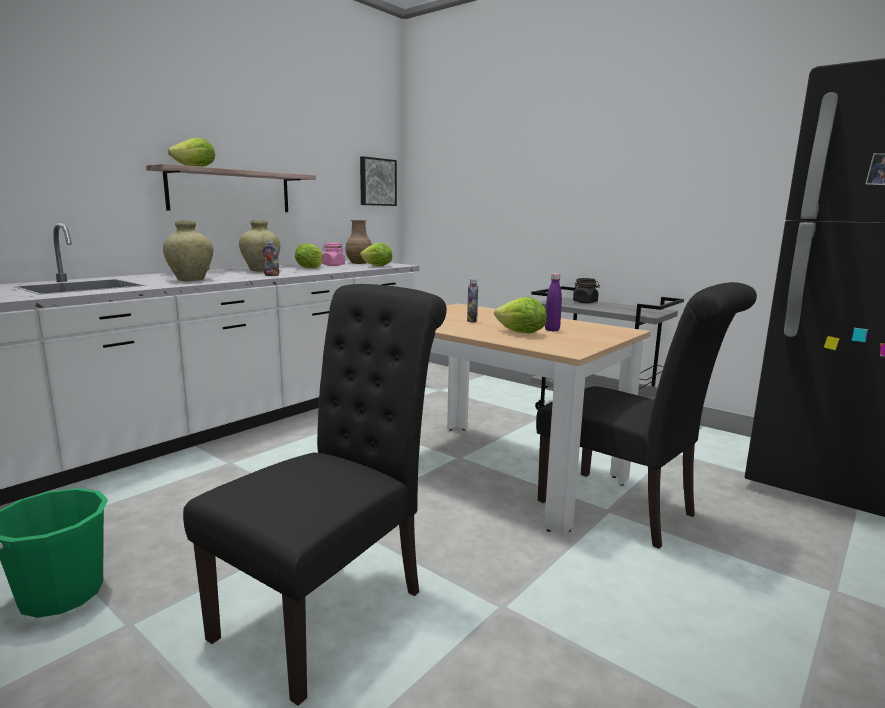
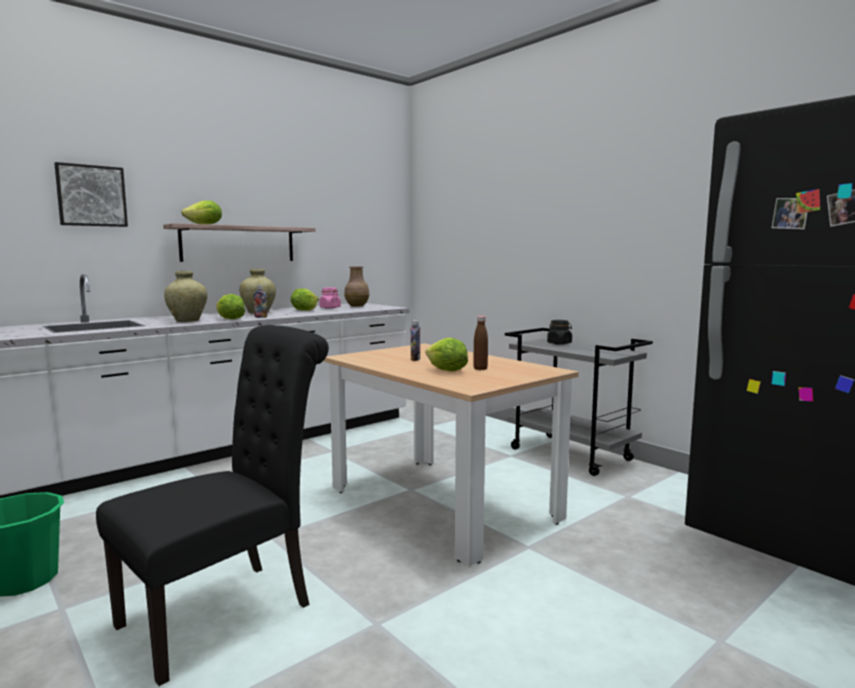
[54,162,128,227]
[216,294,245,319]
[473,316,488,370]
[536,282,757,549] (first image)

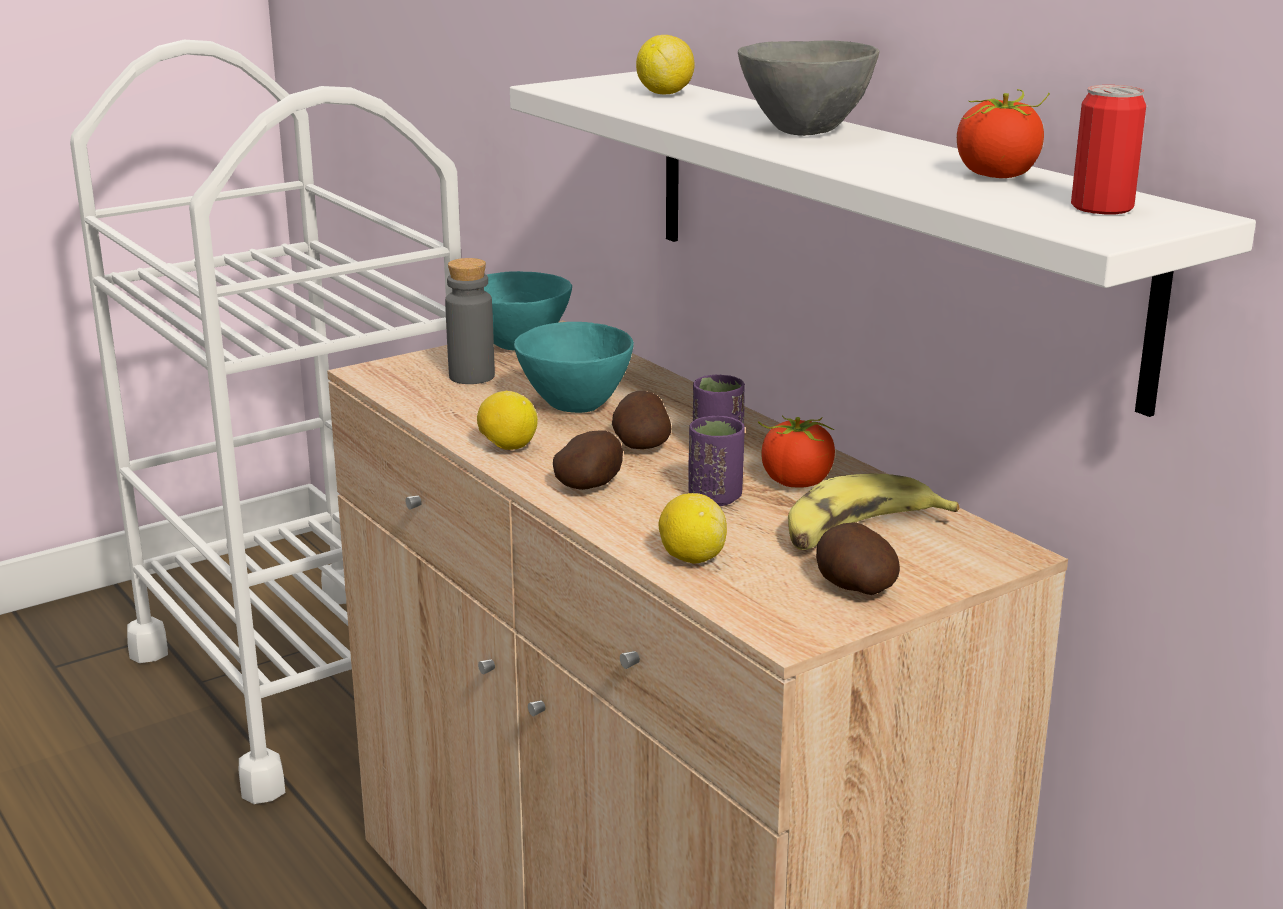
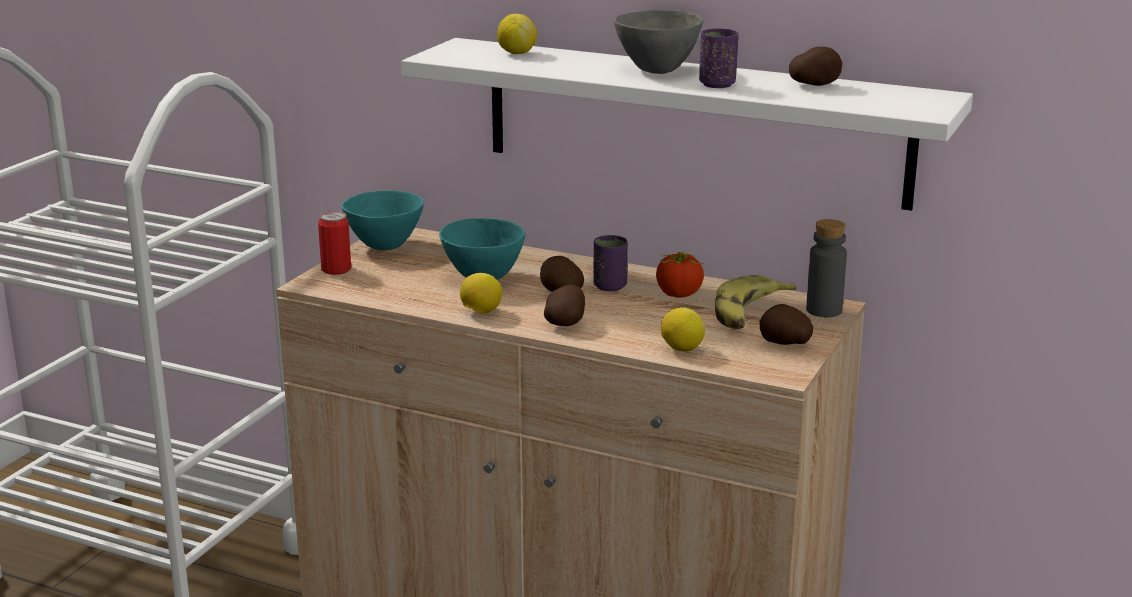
[318,211,351,275]
[699,28,739,88]
[789,47,842,86]
[806,219,847,317]

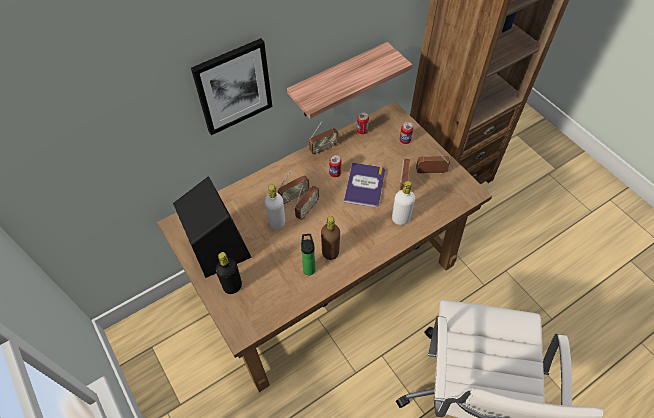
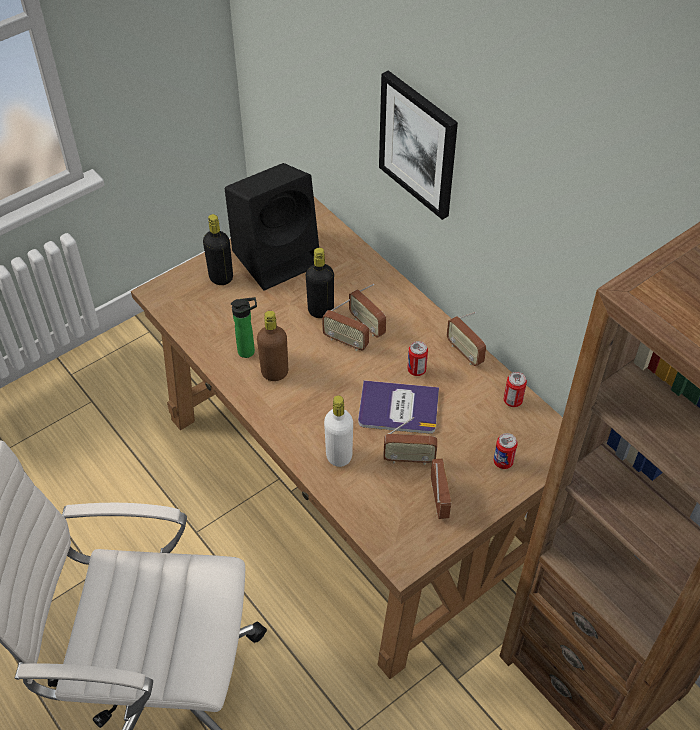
[306,248,334,318]
[287,42,412,119] (first image)

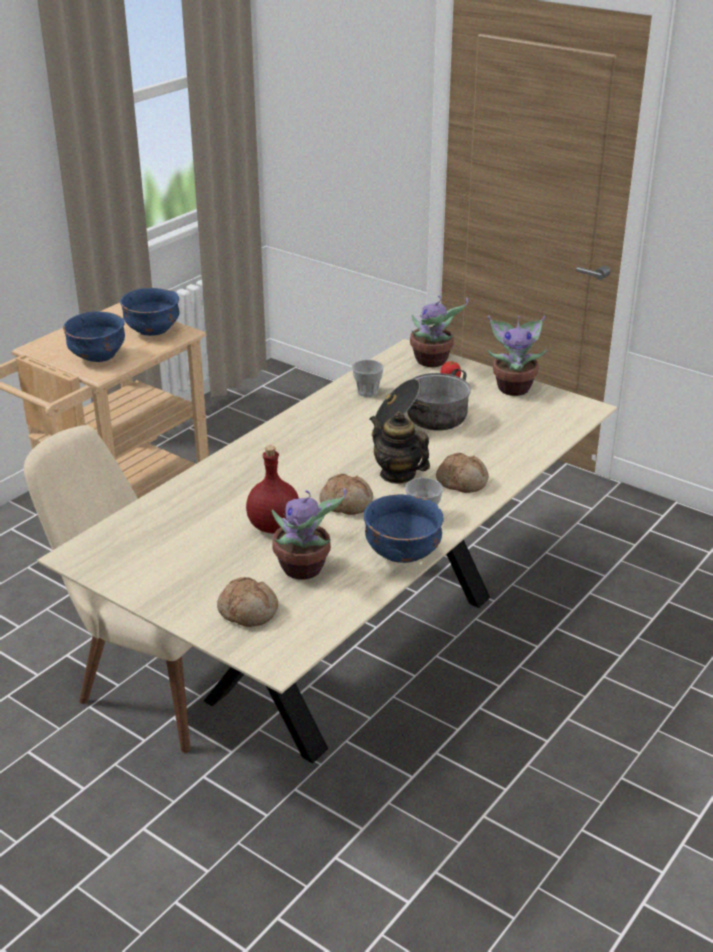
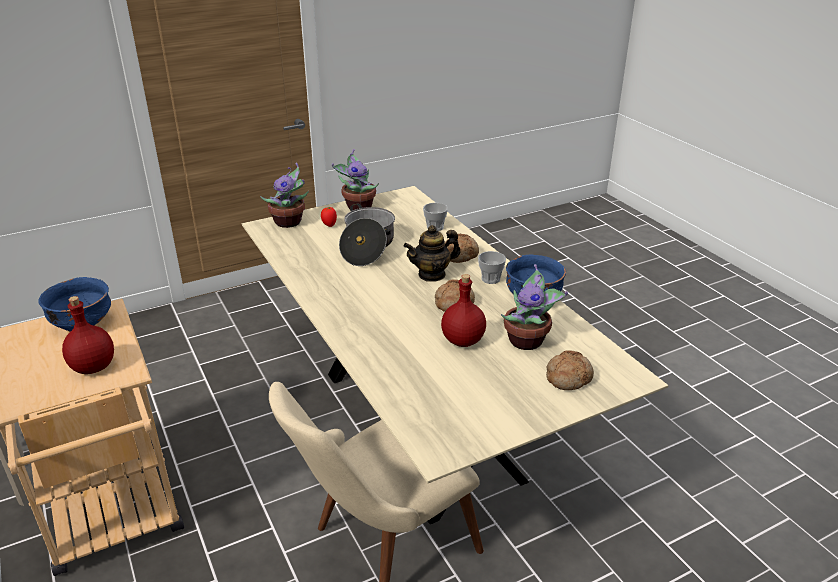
[62,296,114,374]
[423,203,448,231]

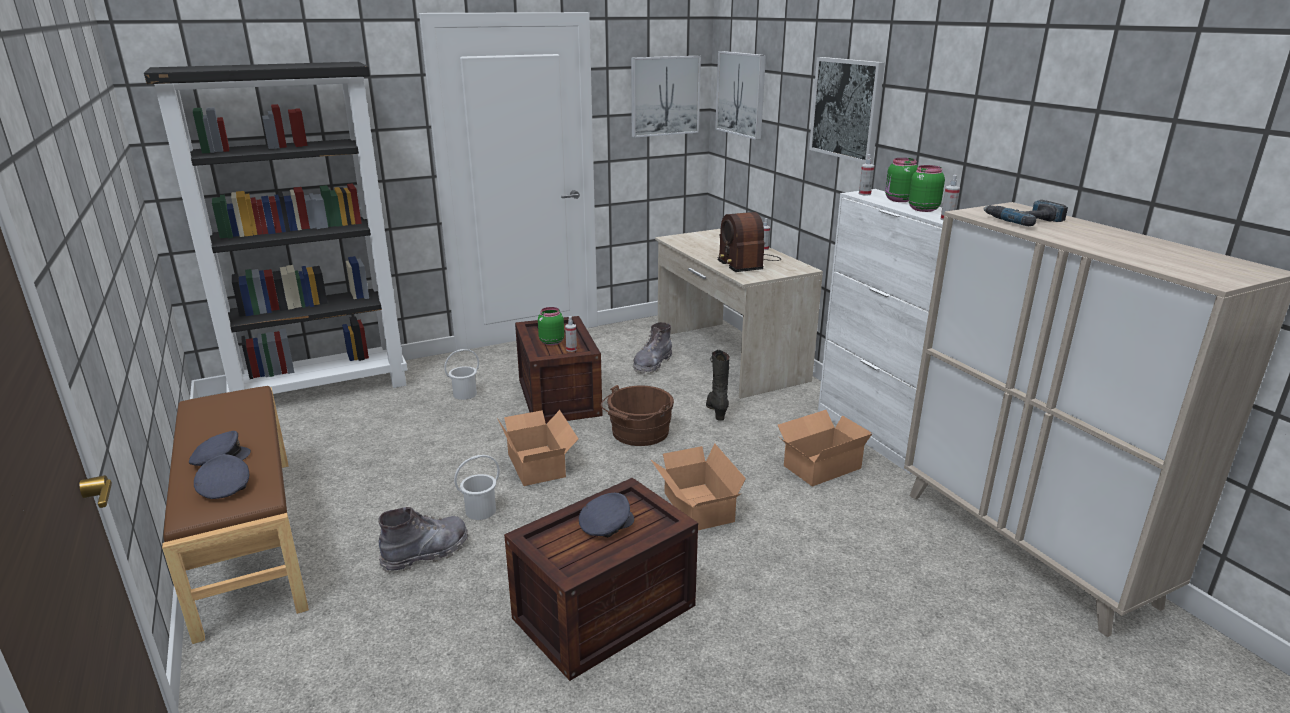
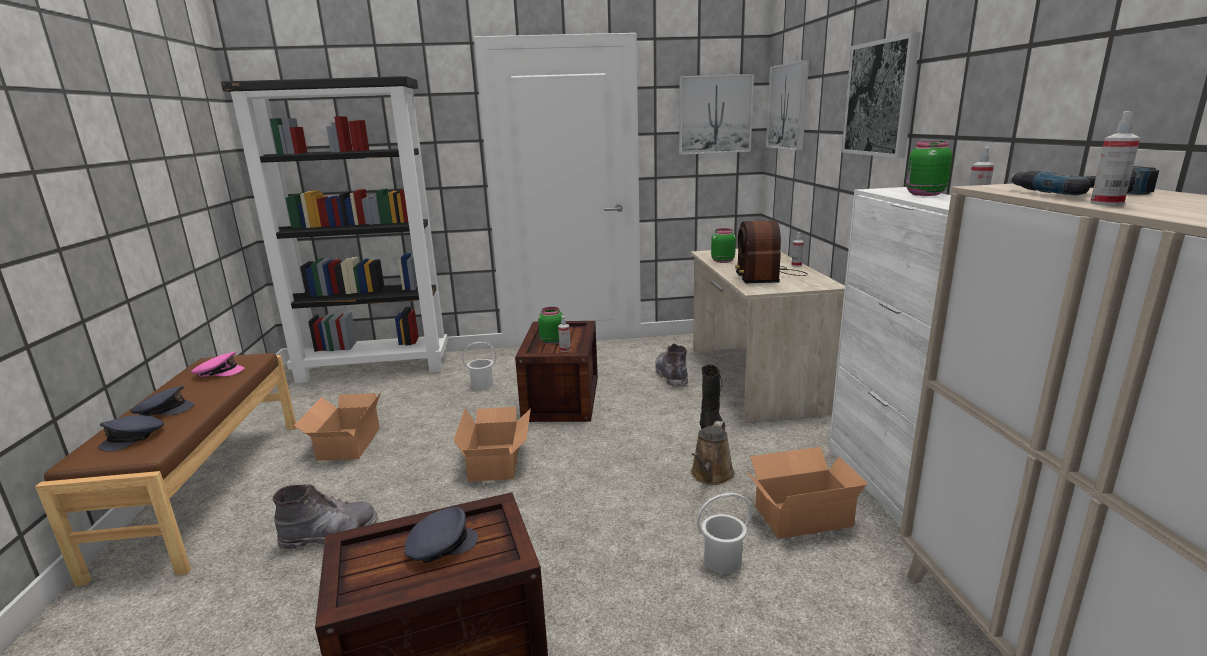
[98,415,164,452]
[191,352,245,377]
[294,392,381,461]
[655,343,688,388]
[691,421,735,485]
[697,493,752,574]
[711,228,736,263]
[1090,111,1140,206]
[601,385,674,446] (first image)

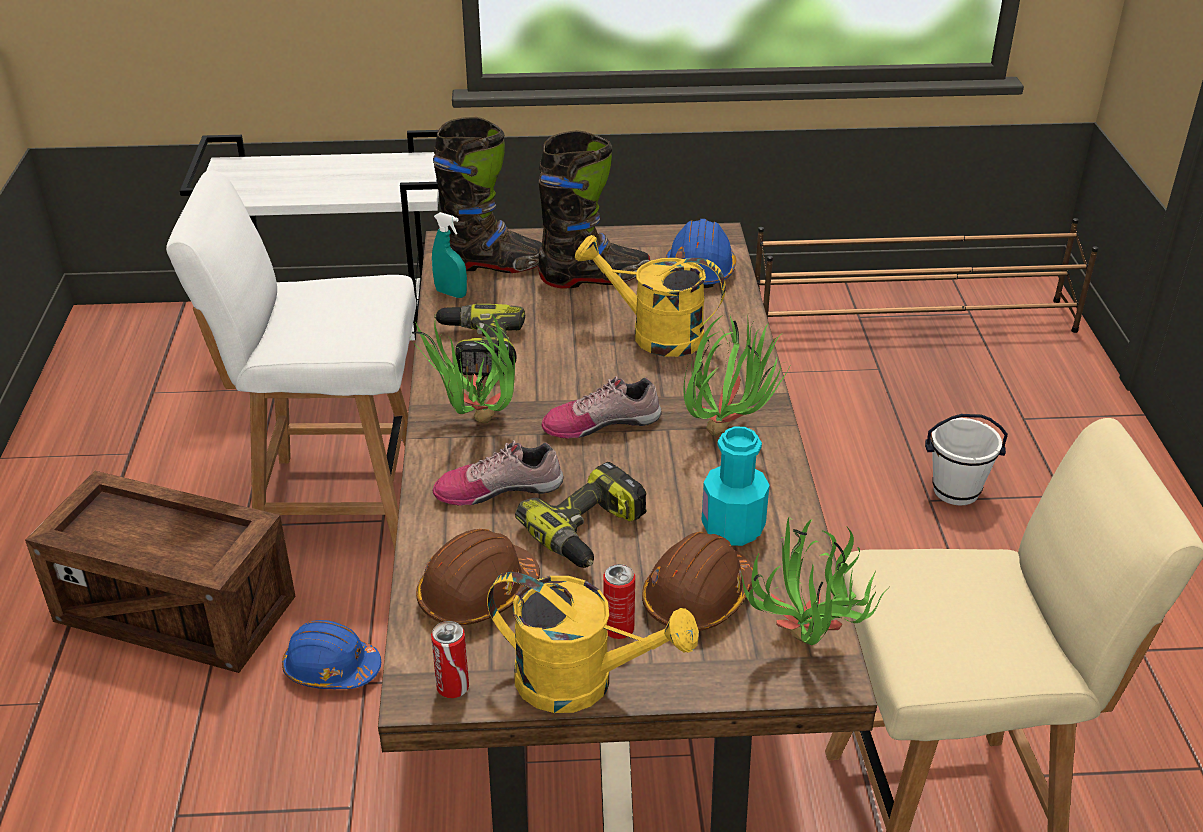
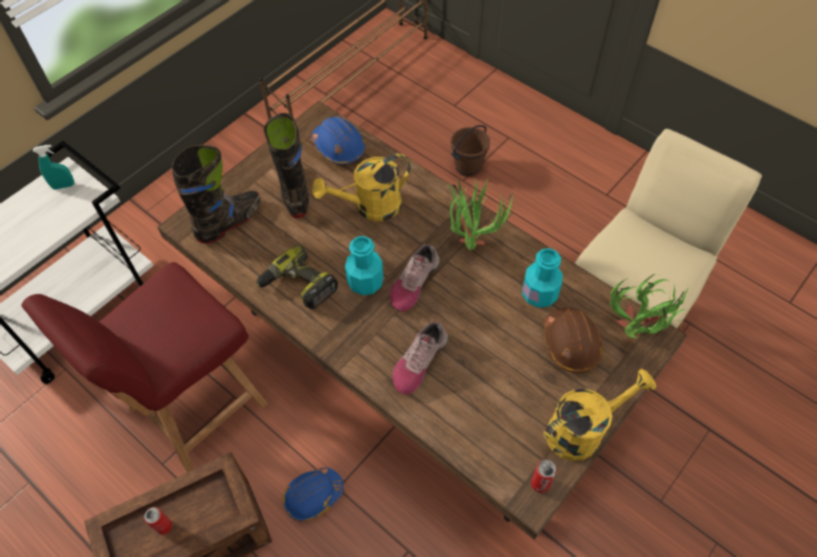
[21,262,268,472]
[33,145,74,190]
[144,507,172,535]
[263,113,309,219]
[345,236,383,295]
[451,125,490,177]
[412,314,515,423] (first image)
[416,529,540,625] (first image)
[515,462,647,568] (first image)

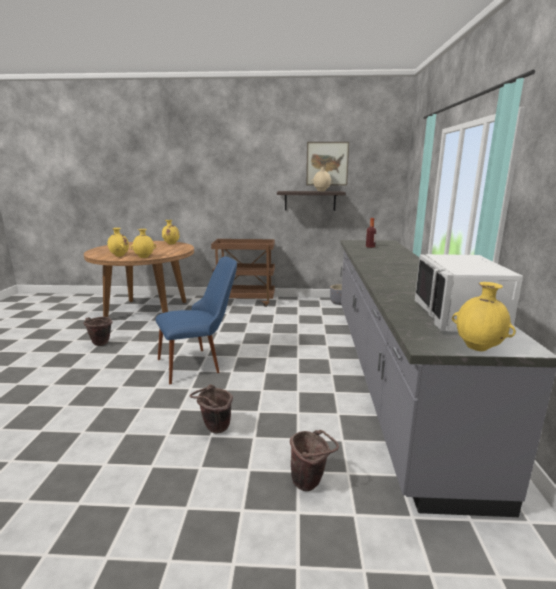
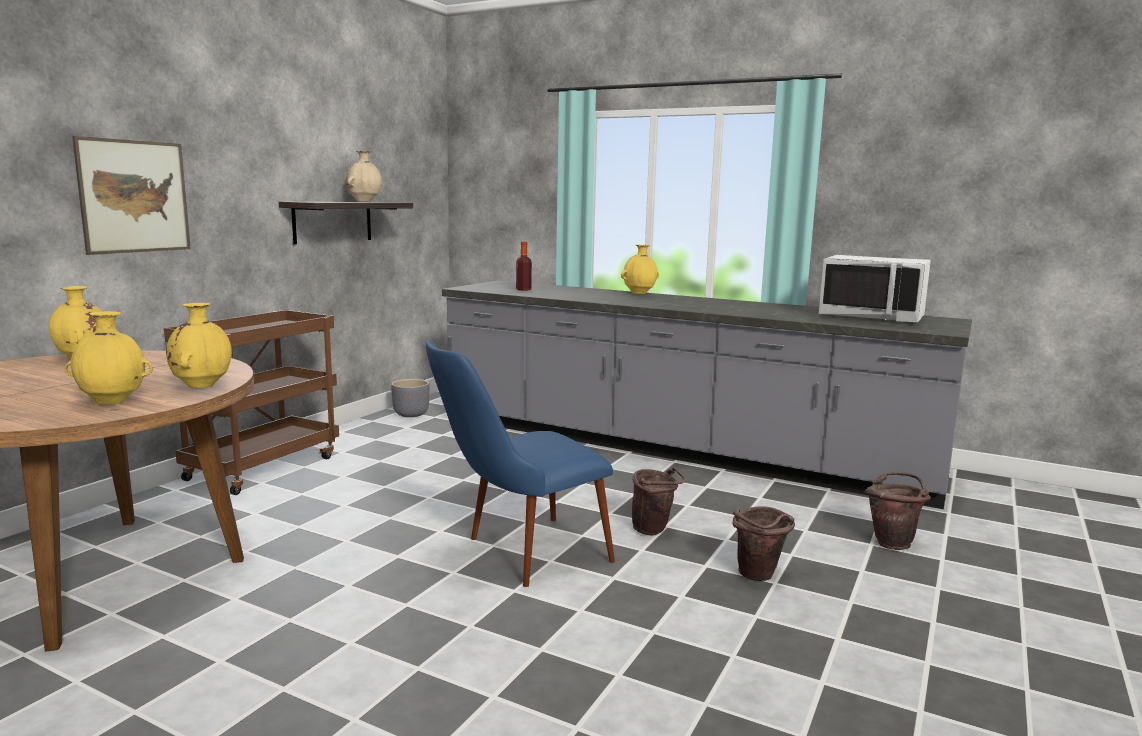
[72,136,191,255]
[426,340,615,587]
[621,245,659,294]
[632,467,686,535]

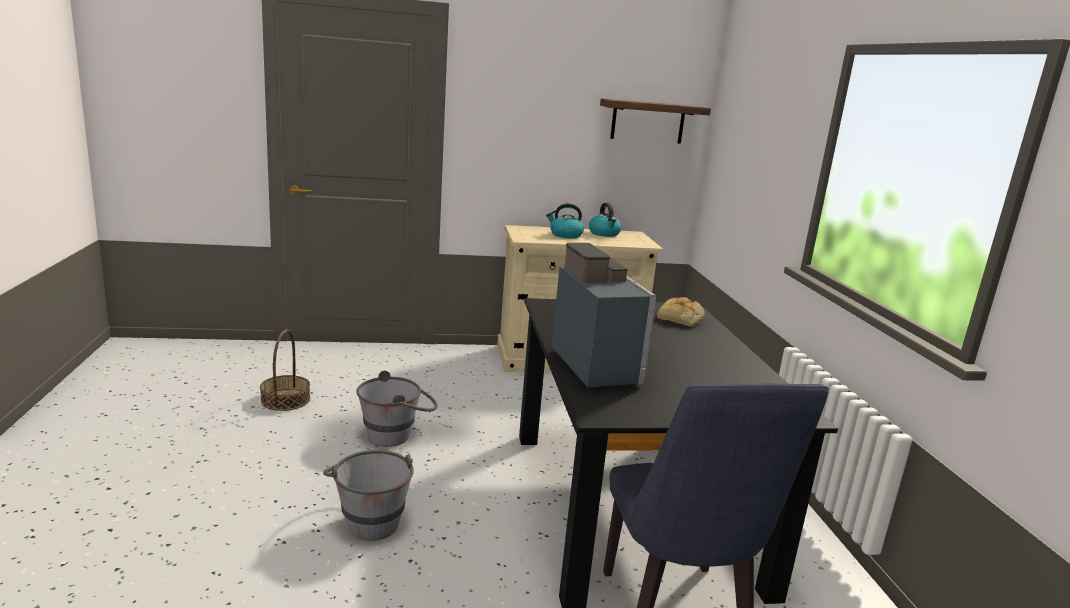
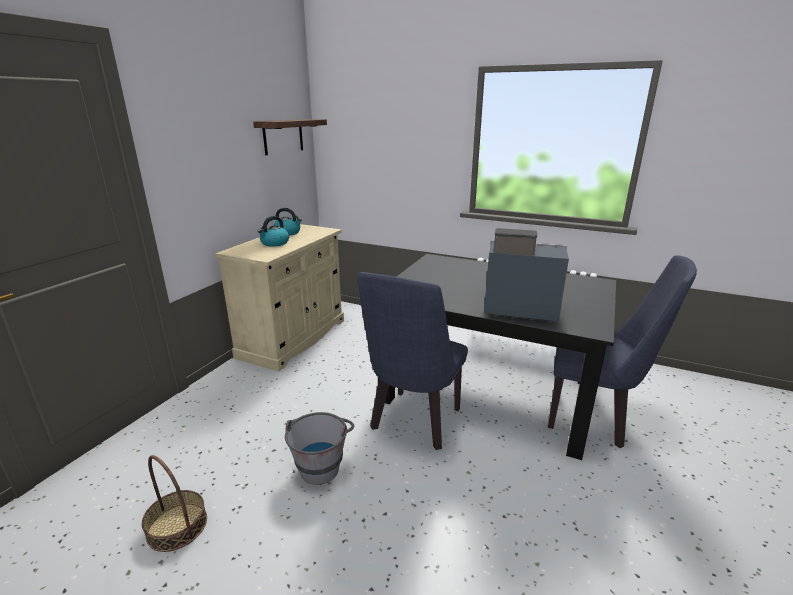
[357,272,468,450]
[323,450,414,541] (first image)
[657,297,705,327] (first image)

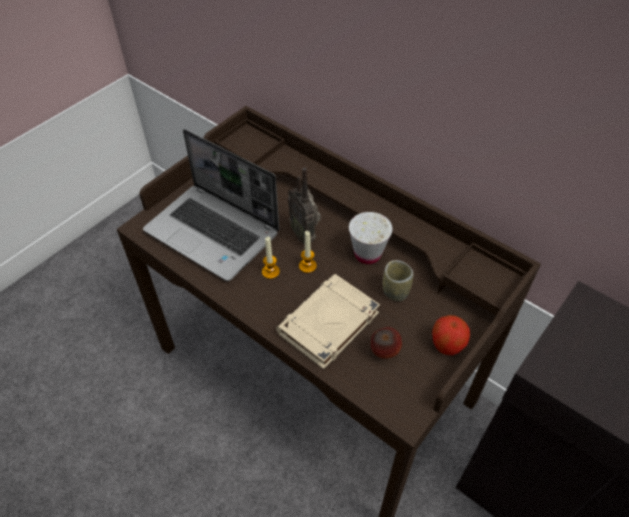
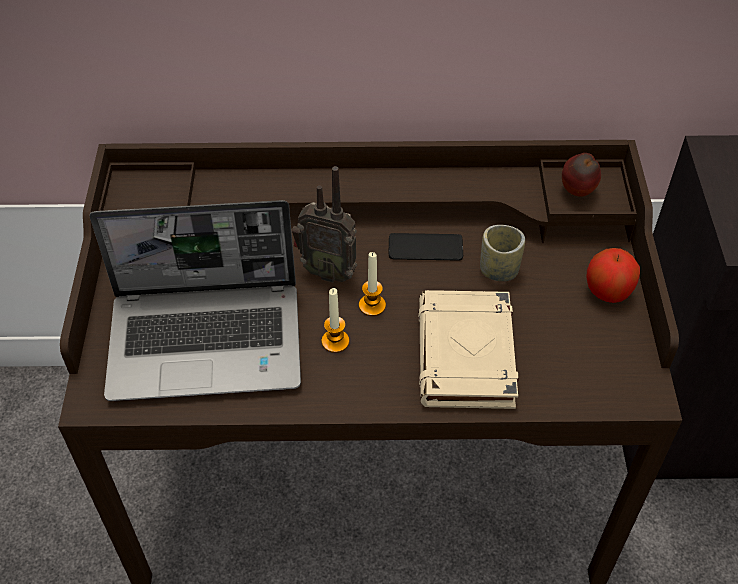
[389,233,463,261]
[562,153,601,197]

